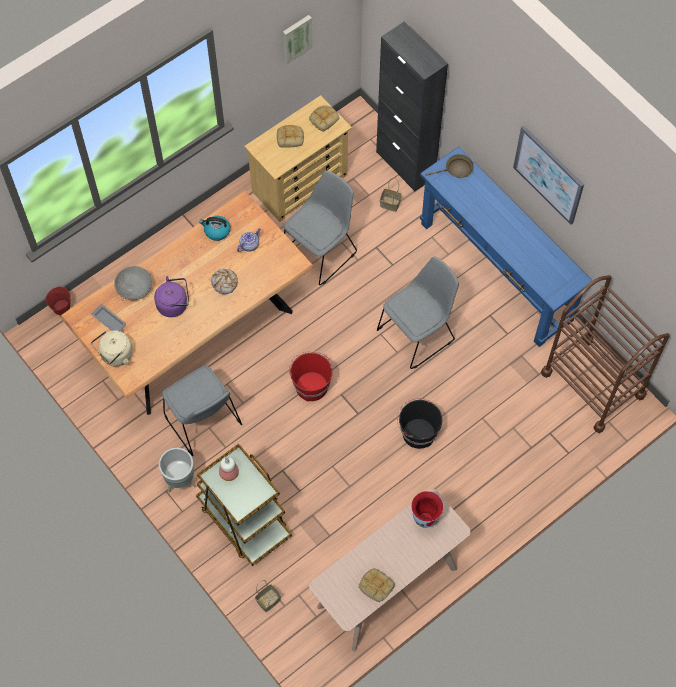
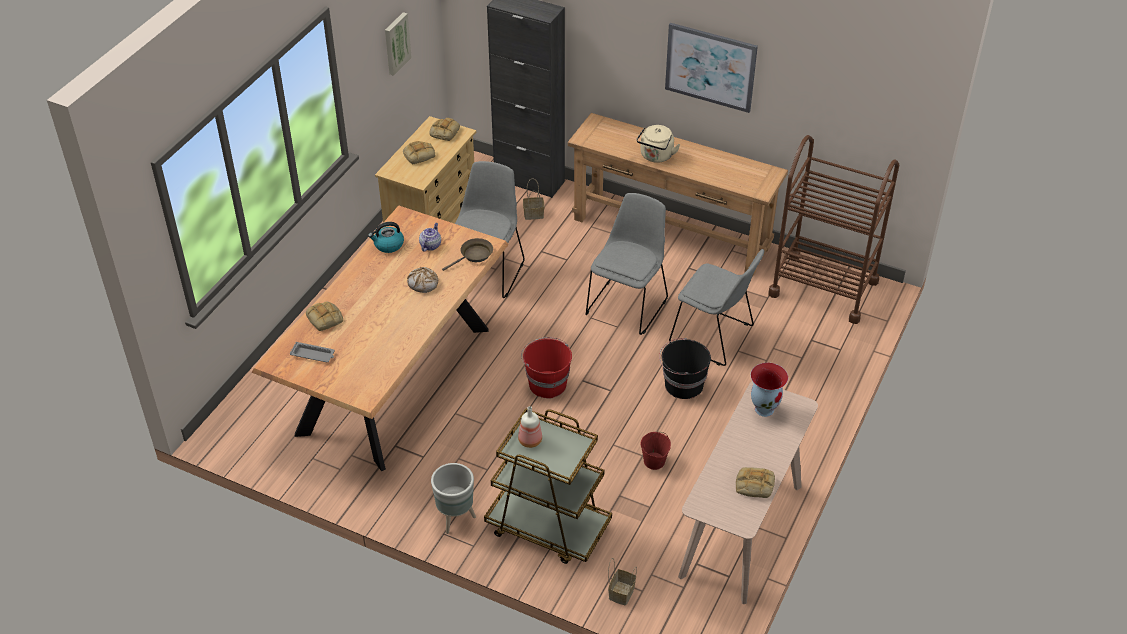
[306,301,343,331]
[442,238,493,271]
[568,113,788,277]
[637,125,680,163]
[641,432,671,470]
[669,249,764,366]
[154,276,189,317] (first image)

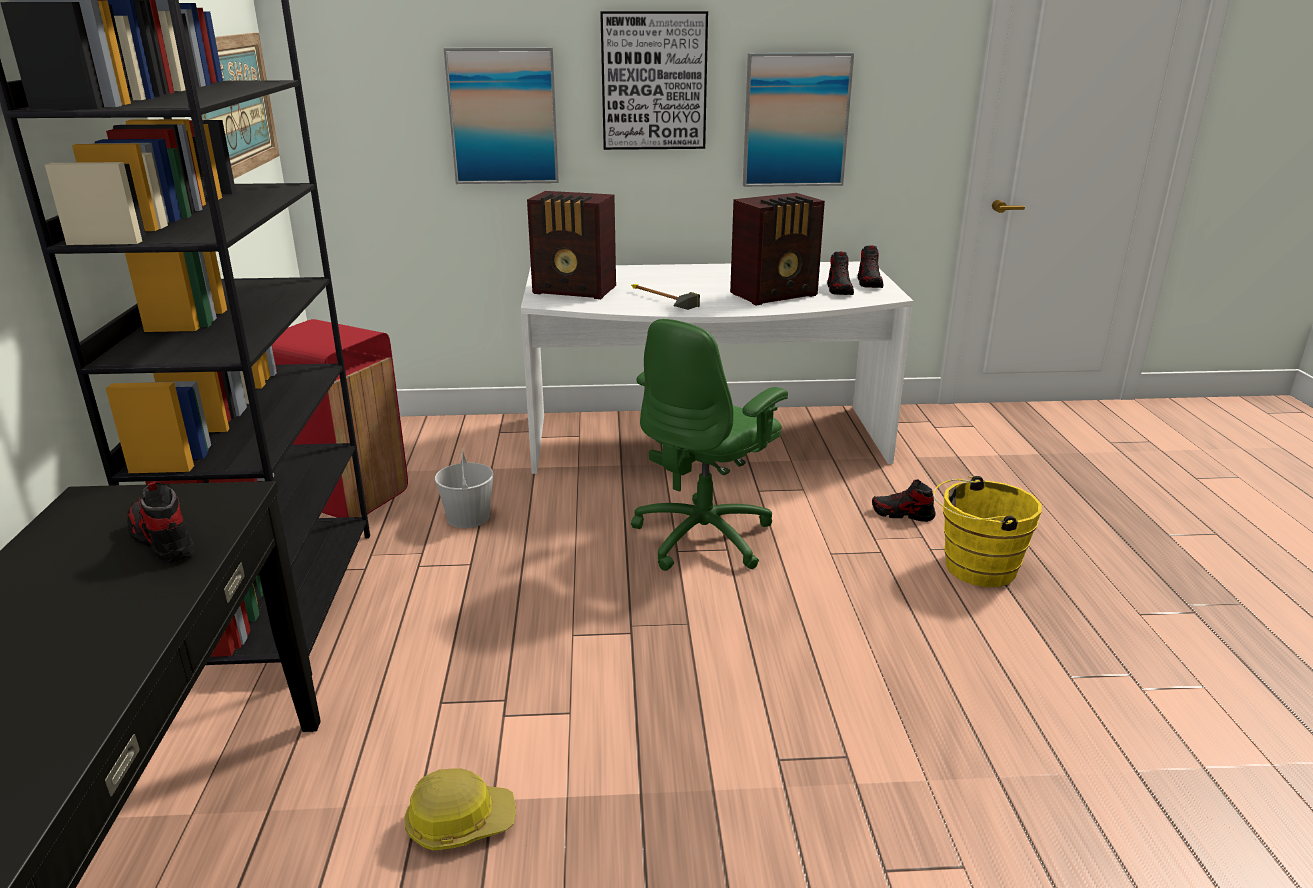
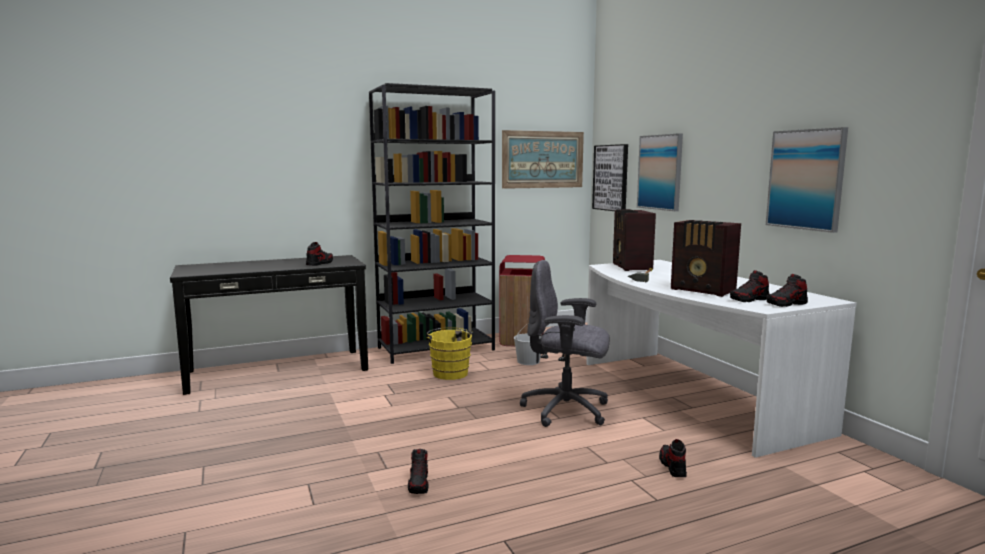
[408,449,428,494]
[427,327,472,380]
[520,260,610,427]
[592,144,628,211]
[404,768,516,851] (first image)

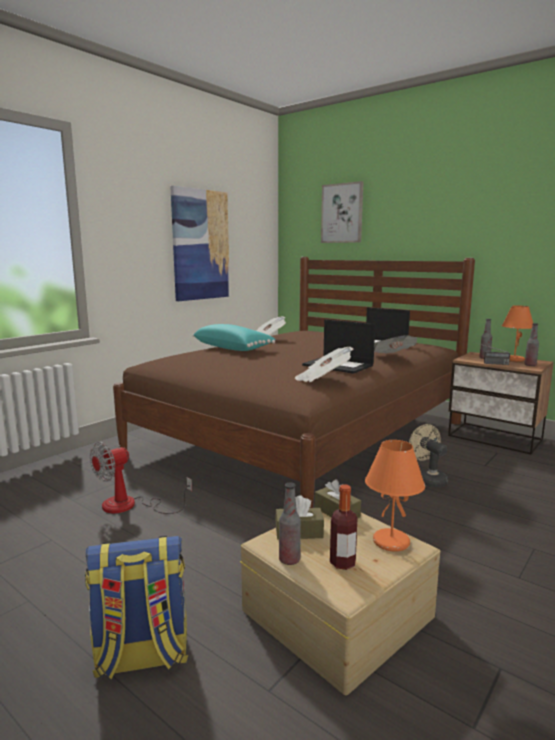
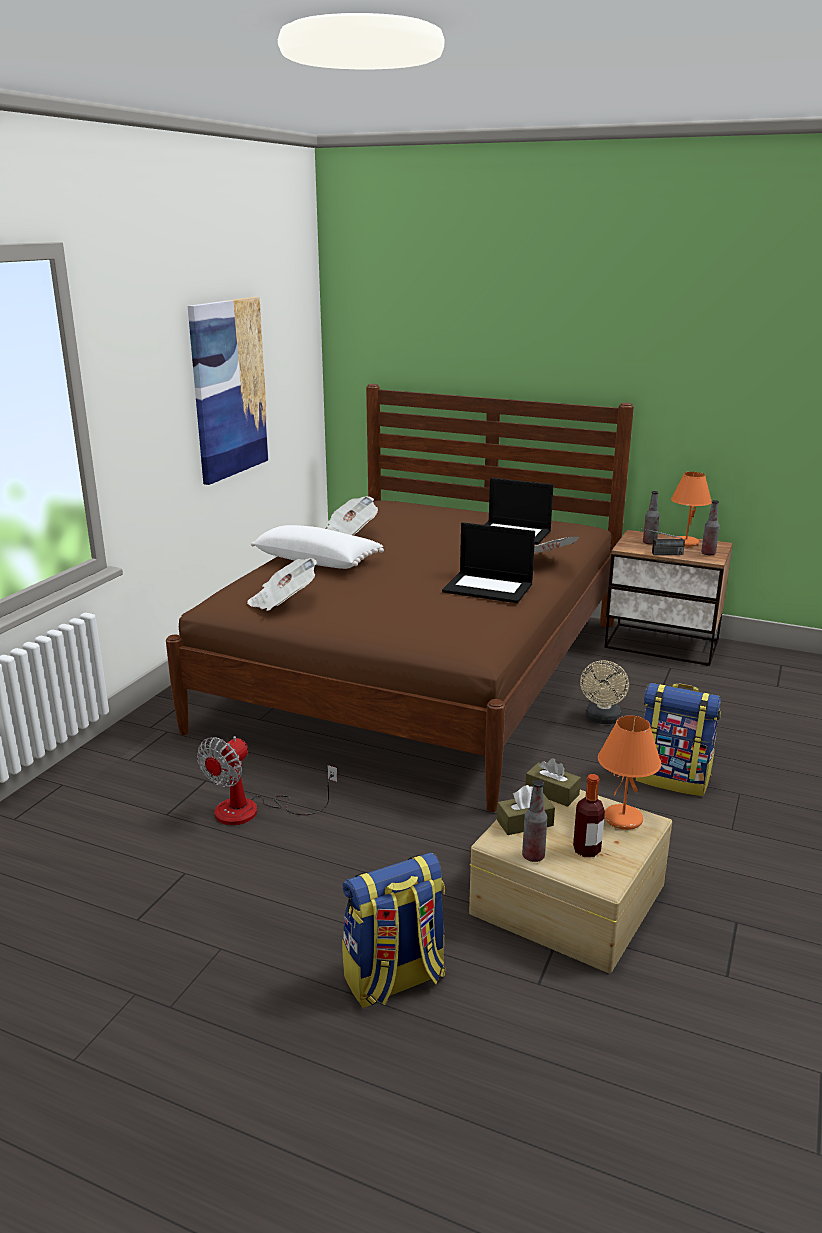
[247,558,317,611]
[251,525,384,569]
[580,660,629,724]
[636,683,721,796]
[321,181,364,243] (first image)

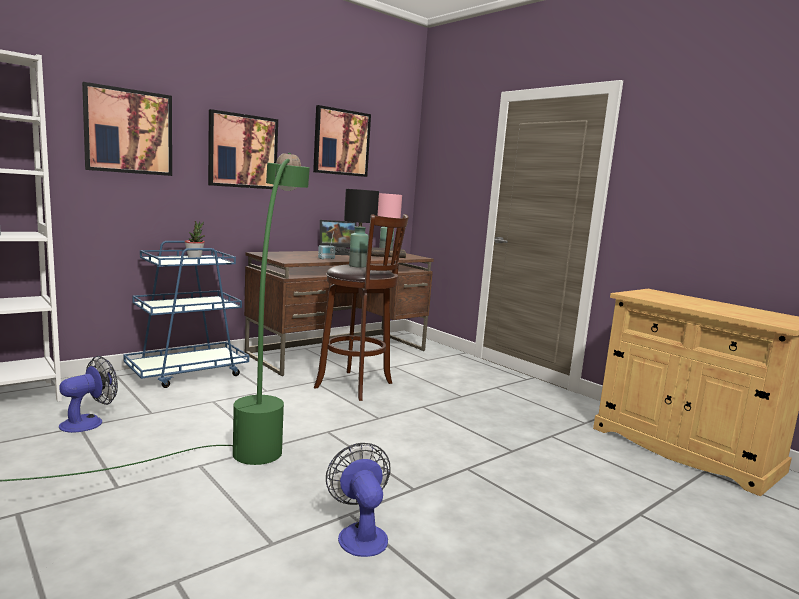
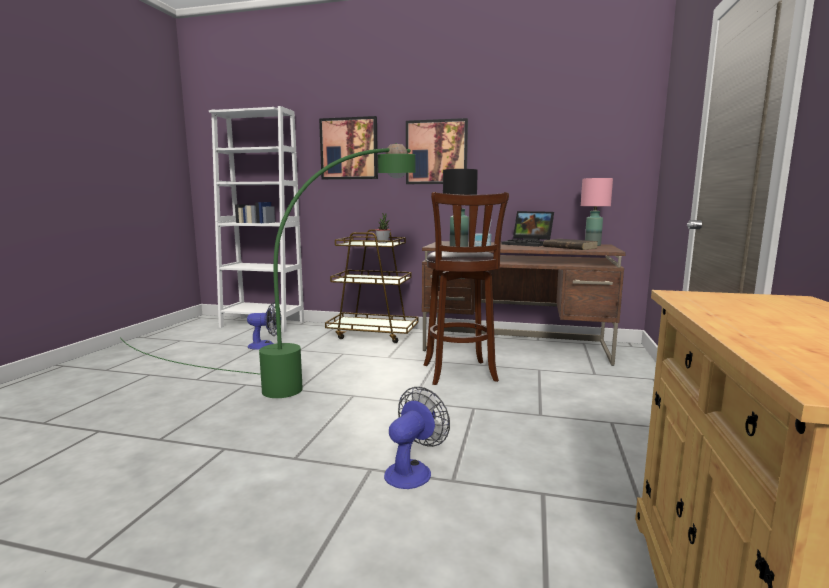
[325,229,418,343]
[384,387,450,489]
[313,105,371,177] (first image)

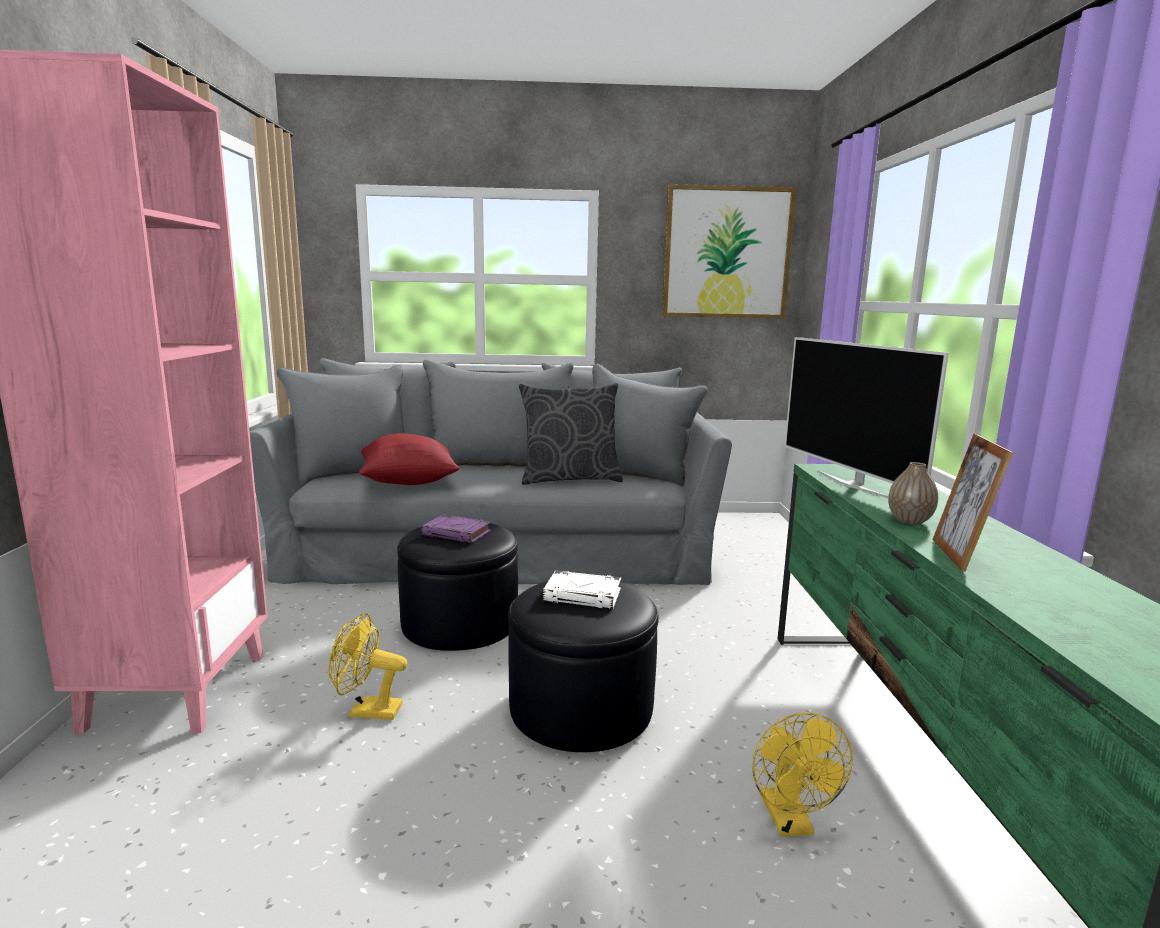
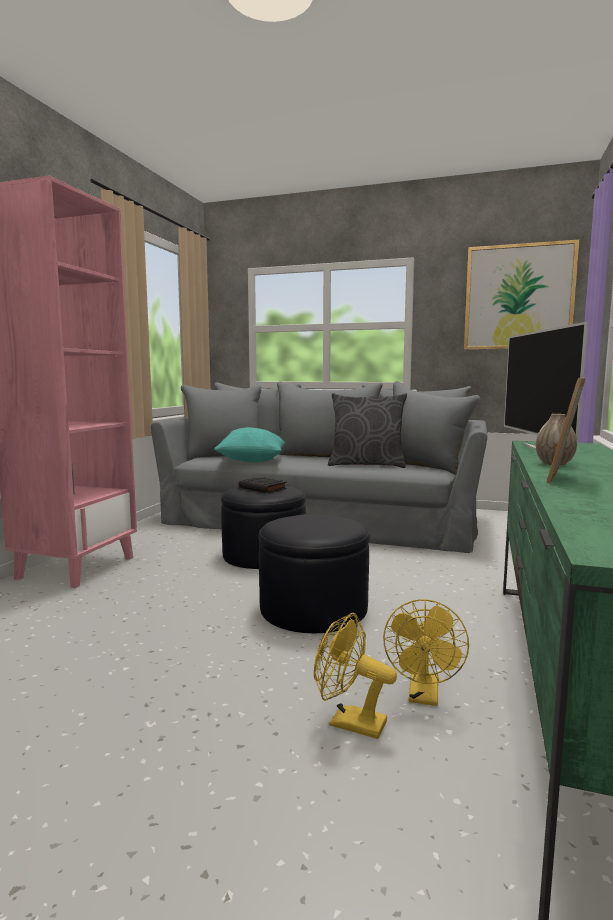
[214,427,285,462]
[238,477,287,493]
[314,613,397,739]
[542,571,621,609] (first image)

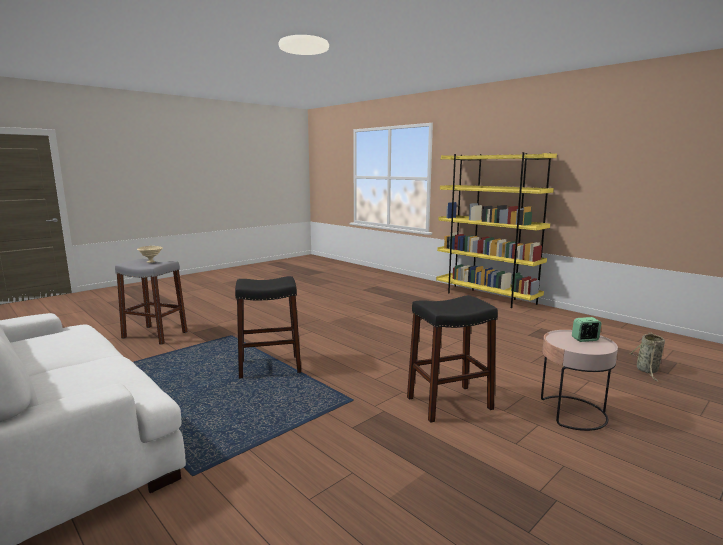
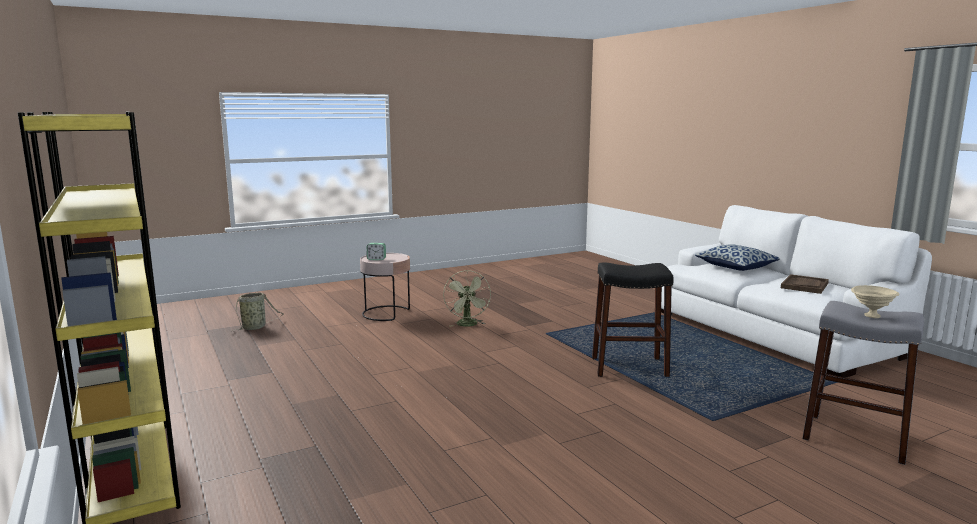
[443,270,491,327]
[695,244,780,271]
[781,274,829,294]

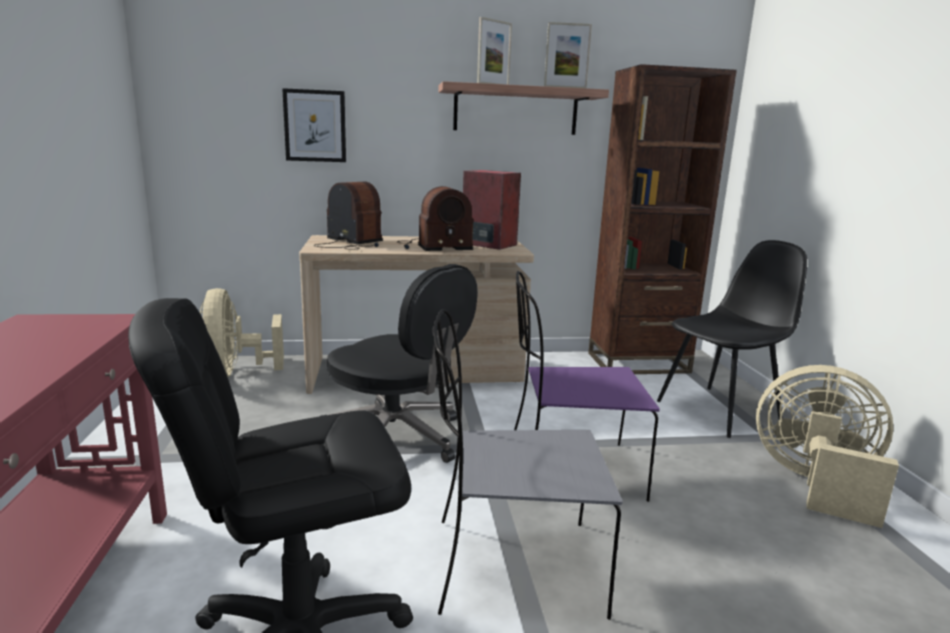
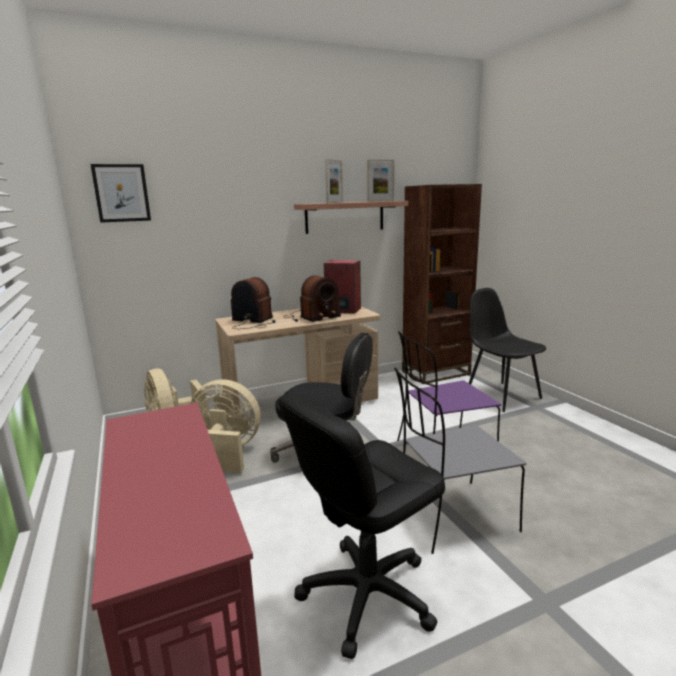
[91,164,151,223]
[190,379,261,473]
[469,288,546,412]

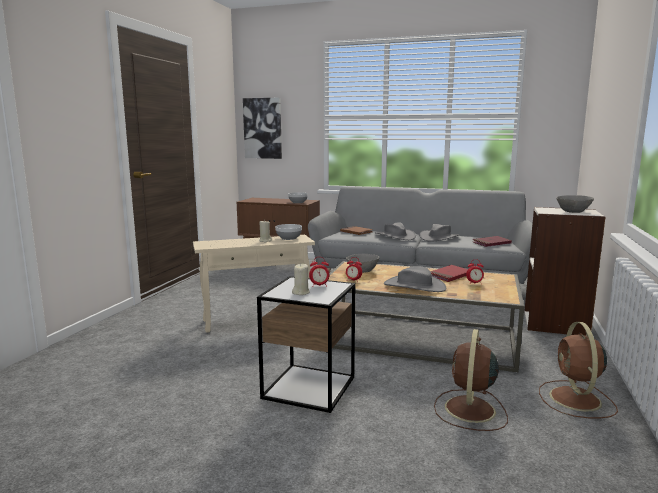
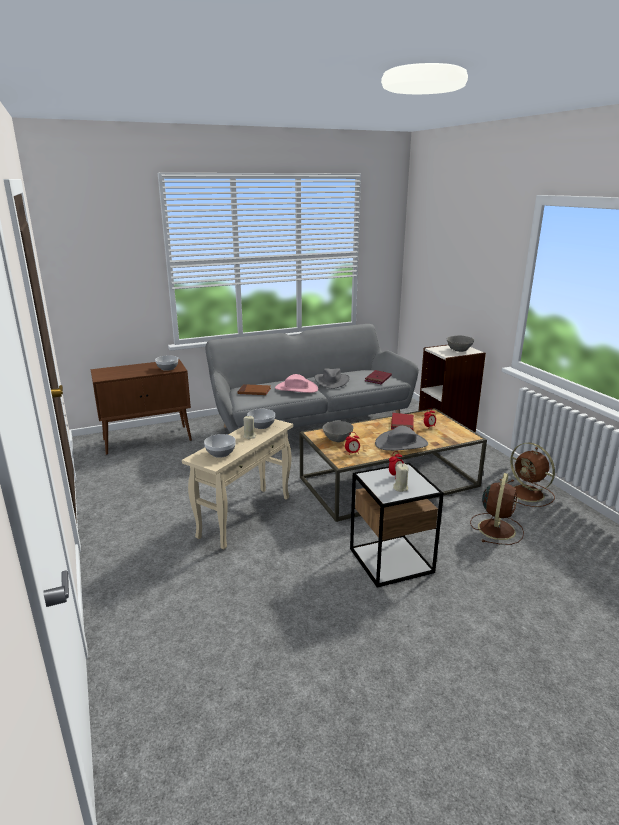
[204,434,236,458]
[275,374,318,393]
[470,473,524,545]
[243,98,282,159] (first image)

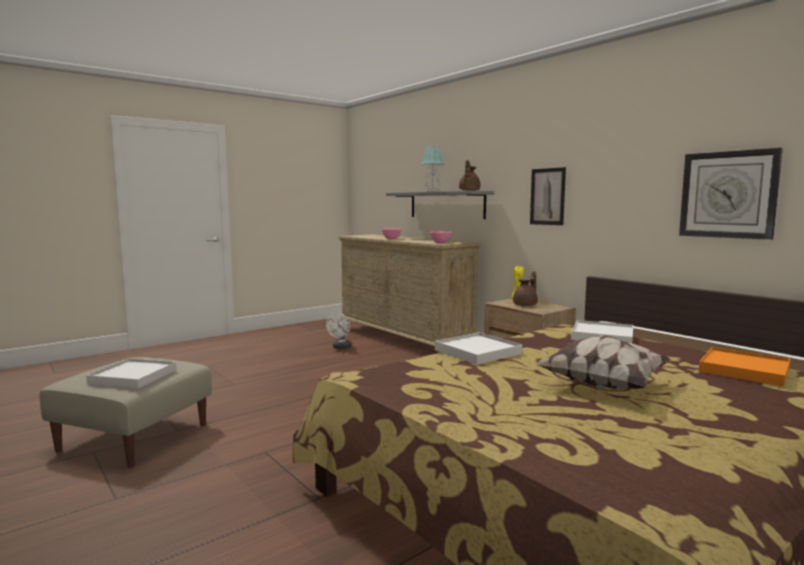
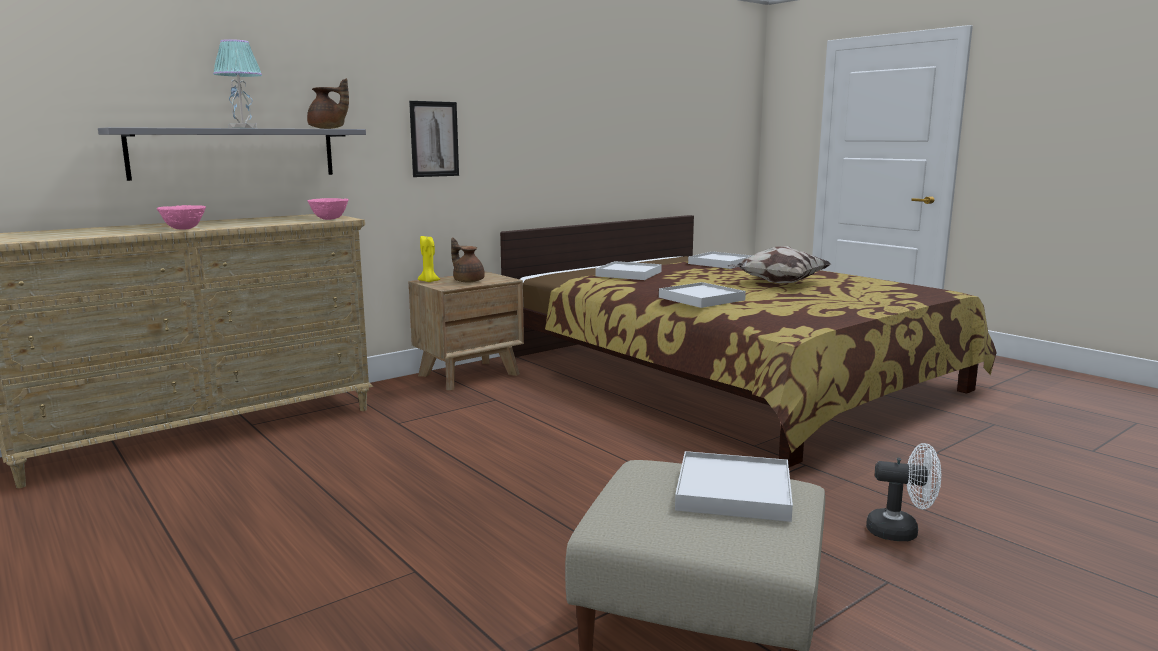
[688,251,753,269]
[866,443,941,541]
[679,148,783,240] (first image)

